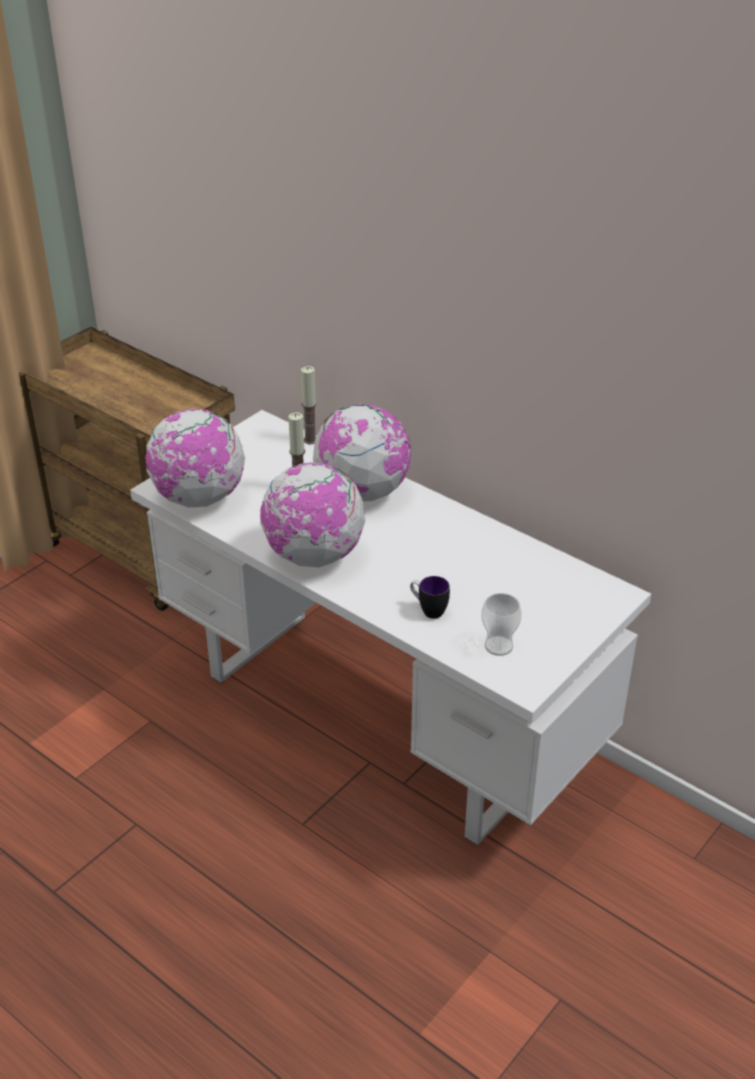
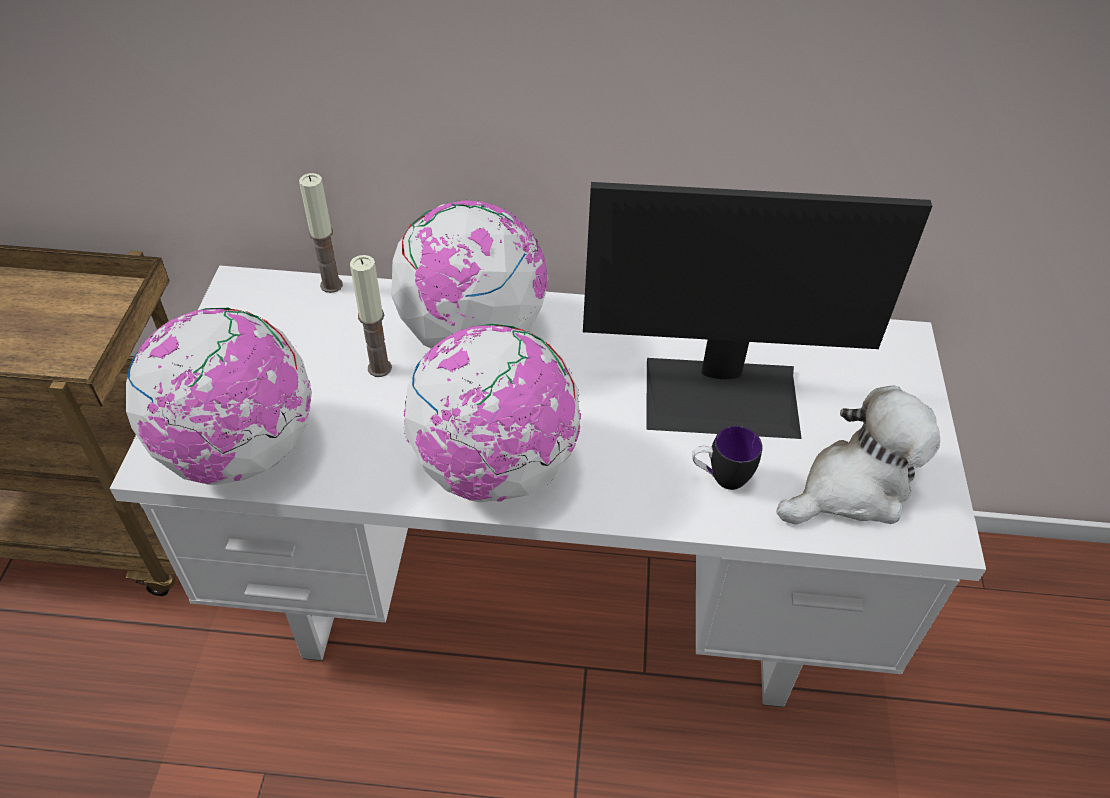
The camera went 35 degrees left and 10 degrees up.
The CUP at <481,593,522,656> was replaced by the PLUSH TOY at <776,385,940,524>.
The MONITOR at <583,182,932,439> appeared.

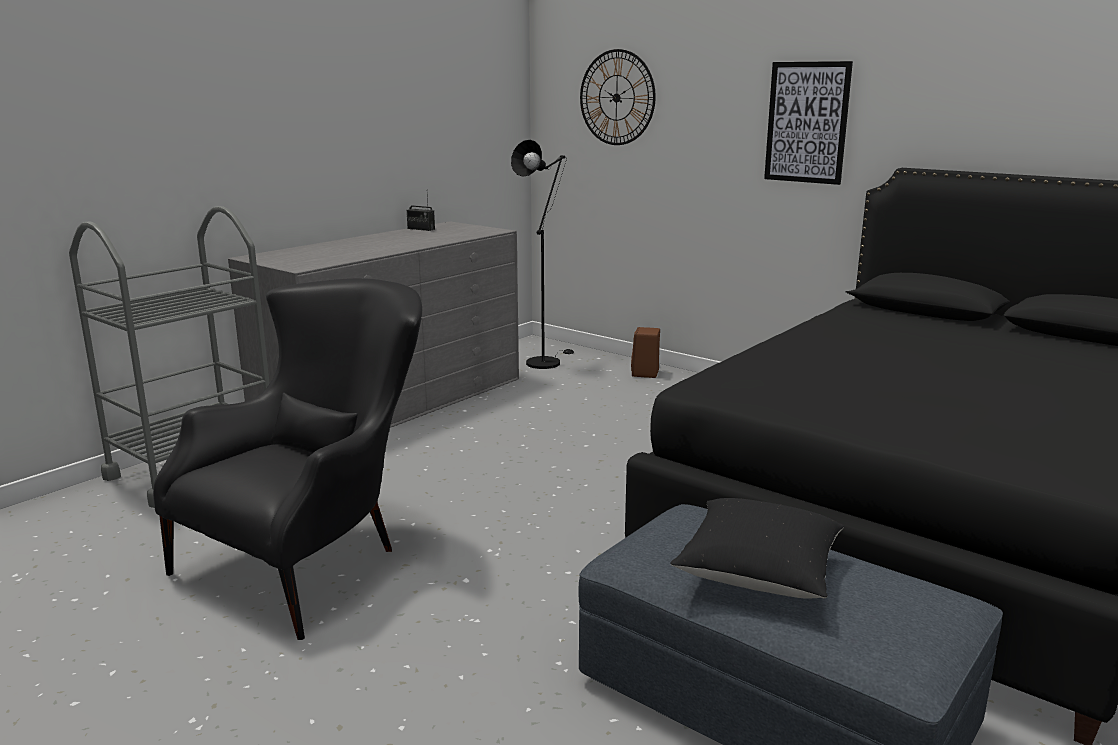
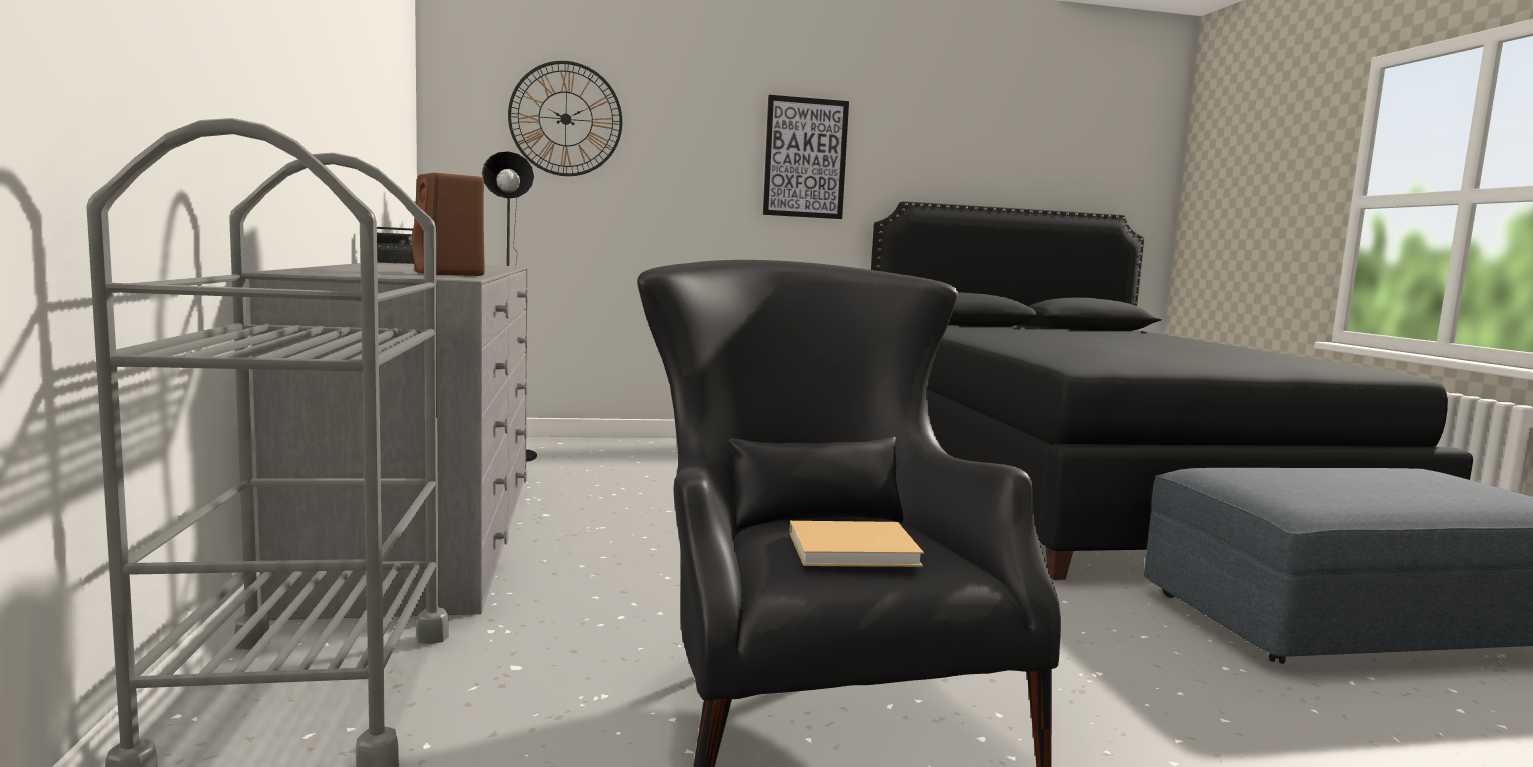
The camera went 50 degrees left and 10 degrees down.
The BROWN SPEAKER moved from <631,327,660,378> to <412,173,485,276>.
The BLACK PILLOW at <671,498,844,598> disappeared.
The BEIGE BOOK at <789,521,924,567> appeared.

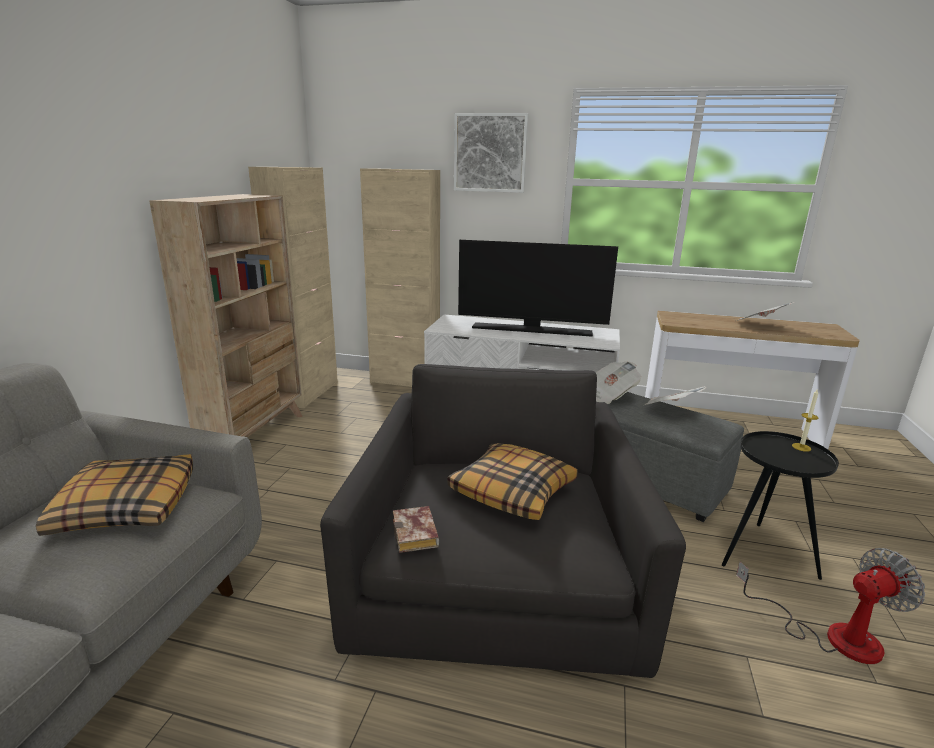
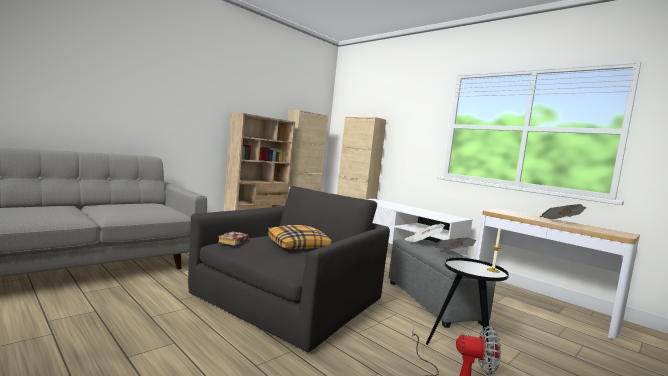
The camera went 30 degrees right and 15 degrees down.
The PICTURE at <454,113,528,193> disappeared.
The TELEVISION at <458,240,618,337> disappeared.
The PILLOW at <36,454,193,536> disappeared.

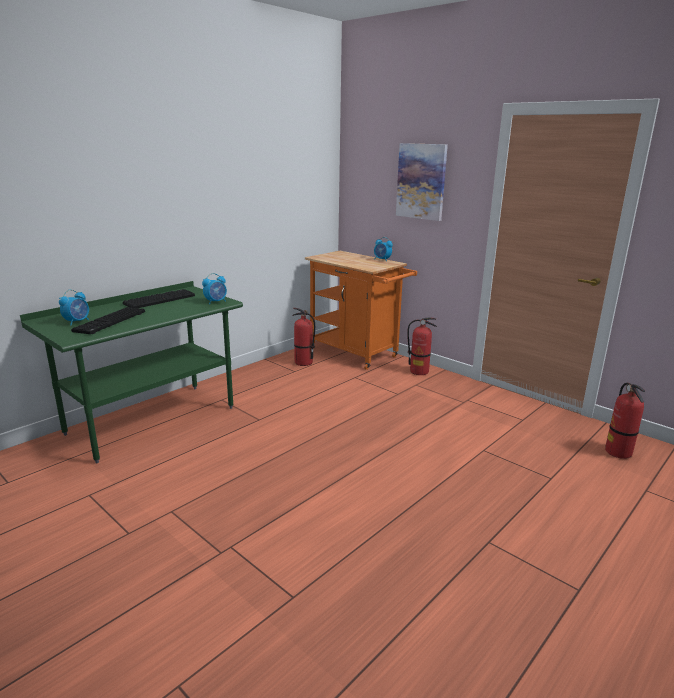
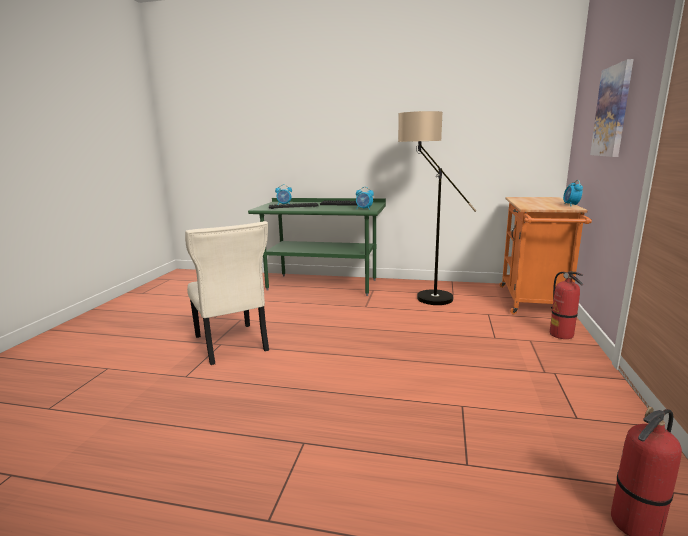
The camera went 60 degrees right and 5 degrees down.
The FIRE EXTINGUISHER at <292,308,315,366> disappeared.
The FLOOR LAMP at <398,111,476,305> appeared.
The BEIGE CHAIR at <185,221,269,365> appeared.

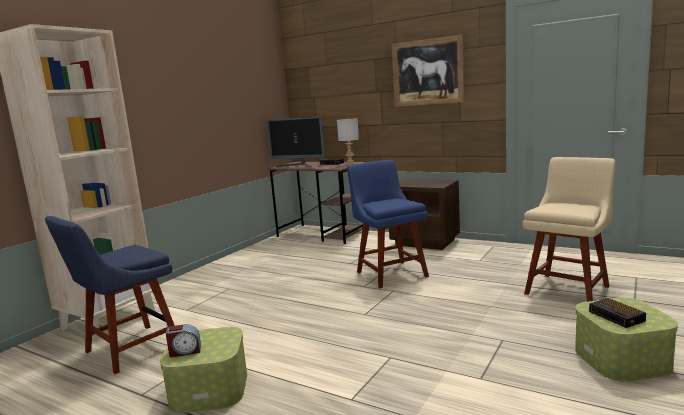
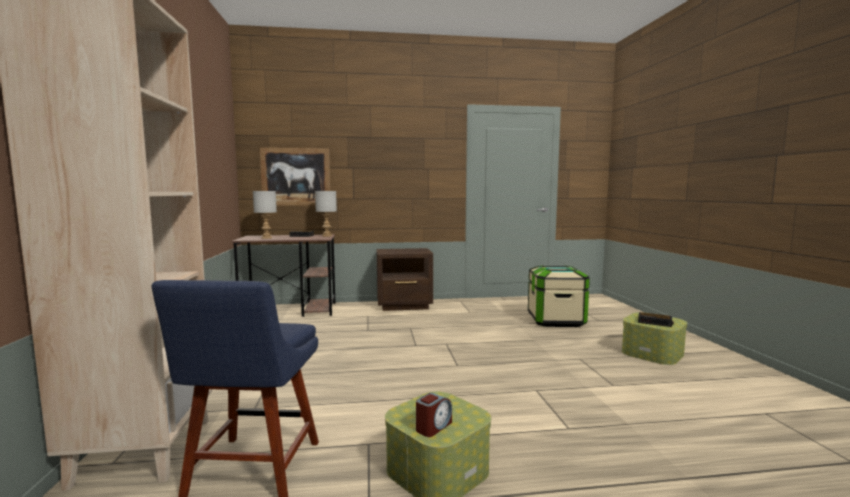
The camera went 40 degrees left and 5 degrees down.
The PICTURE moved from <392,35,465,107> to <260,148,330,206>.
The MONITOR at <267,117,325,167> was replaced by the GREY TABLE LAMP at <253,191,277,239>.
The BEIGE CHAIR at <523,157,616,302> was replaced by the STORAGE BOX at <528,265,590,327>.
The BLUE CHAIR at <347,160,429,288> disappeared.

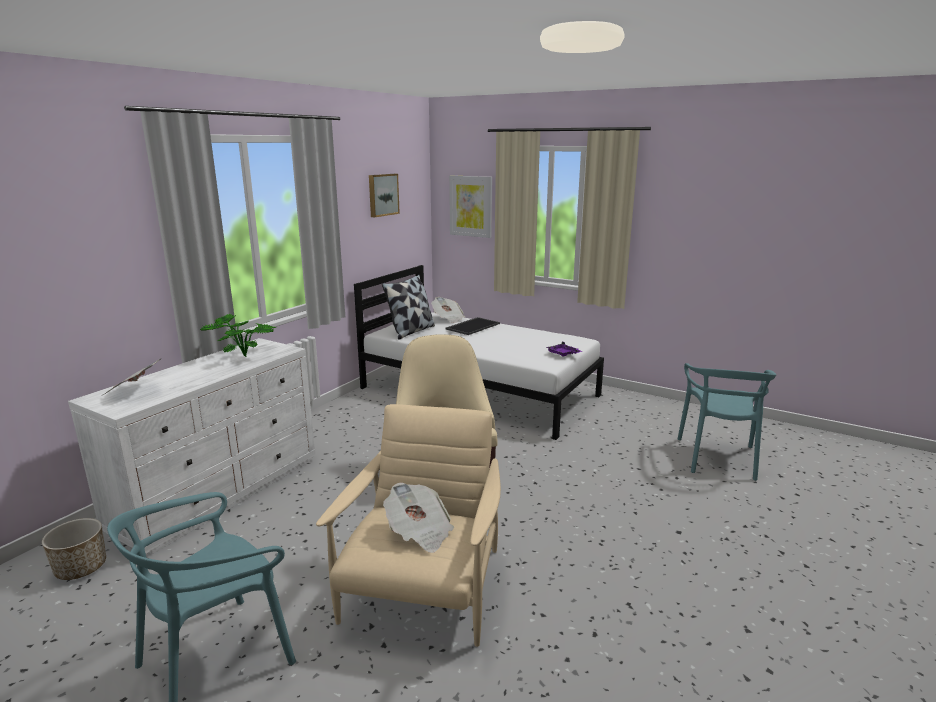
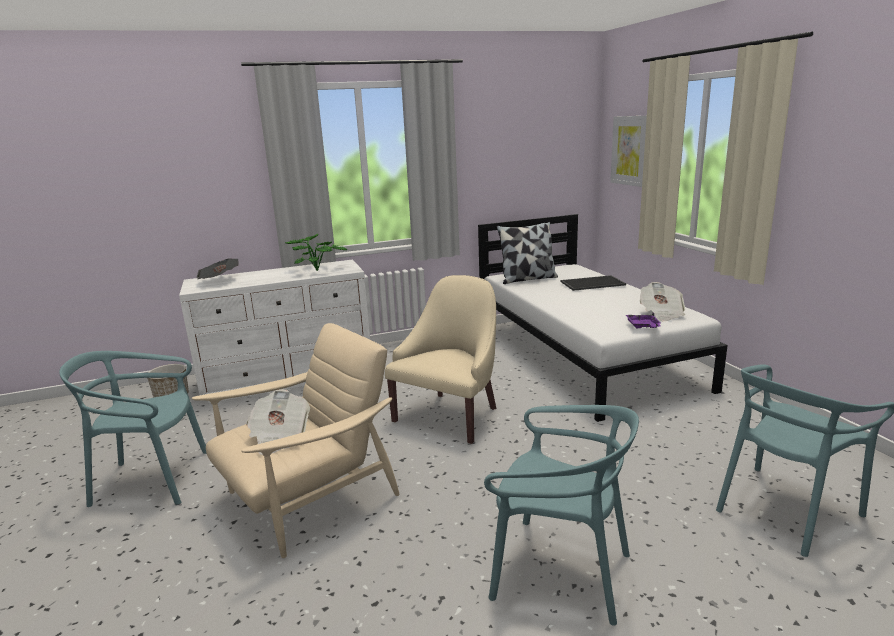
The camera went 40 degrees right and 0 degrees up.
The PICTURE at <369,174,400,217> disappeared.
The NEWSPAPER moved from <431,297,465,323> to <640,282,685,321>.
The TURQUOISE CHAIR at <484,405,639,626> appeared.

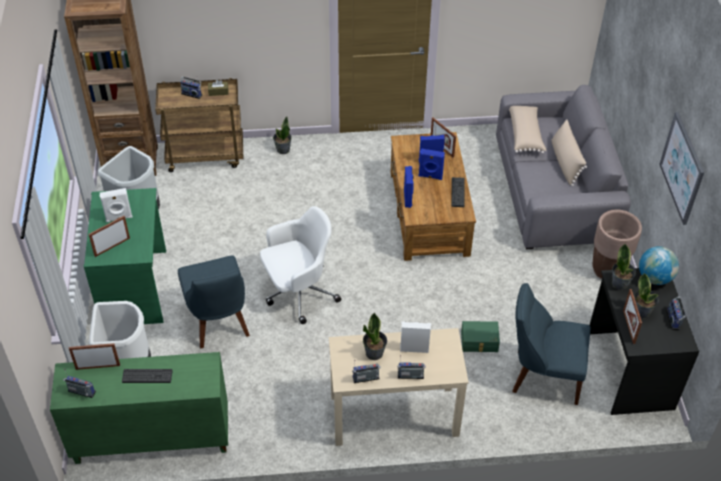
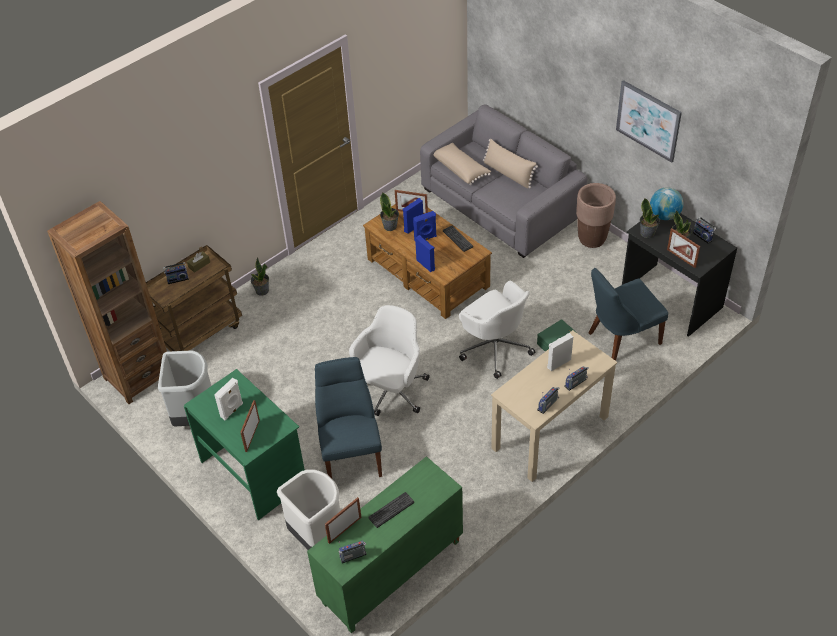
The camera went 35 degrees left and 0 degrees up.
The BLUE CHAIR at <178,255,250,349> turned 135 degrees counterclockwise.
The POTTED PLANT moved from <363,312,387,360> to <380,193,399,231>.
The WHITE OFFICE CHAIR at <459,281,535,379> appeared.

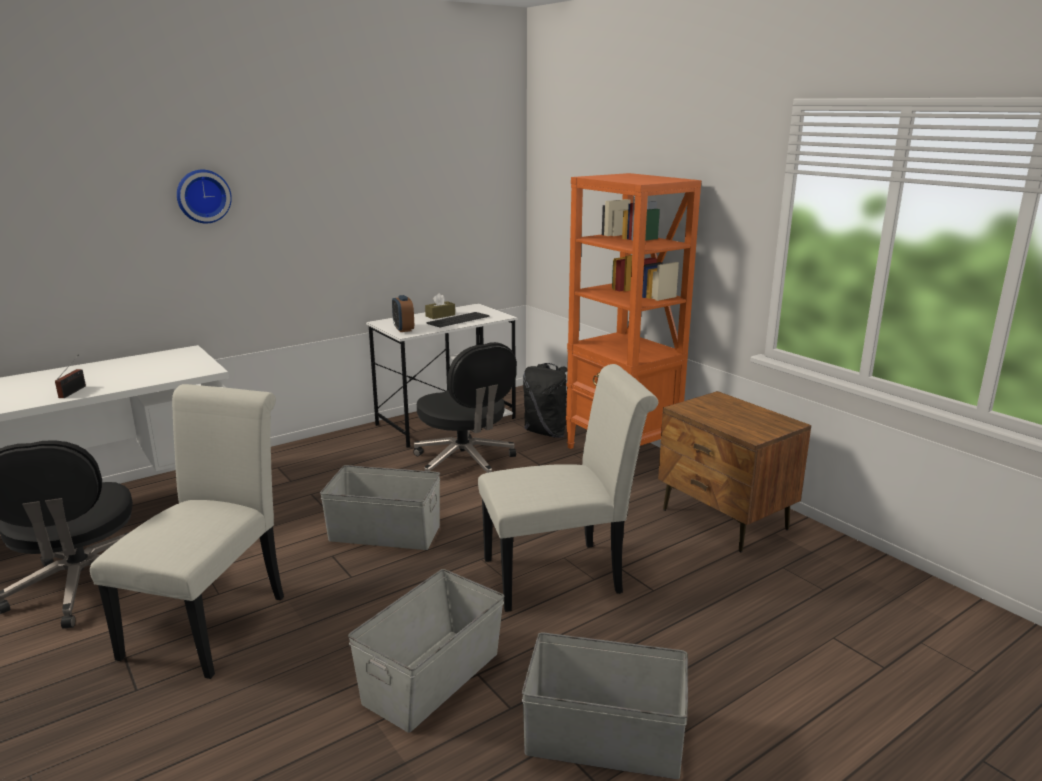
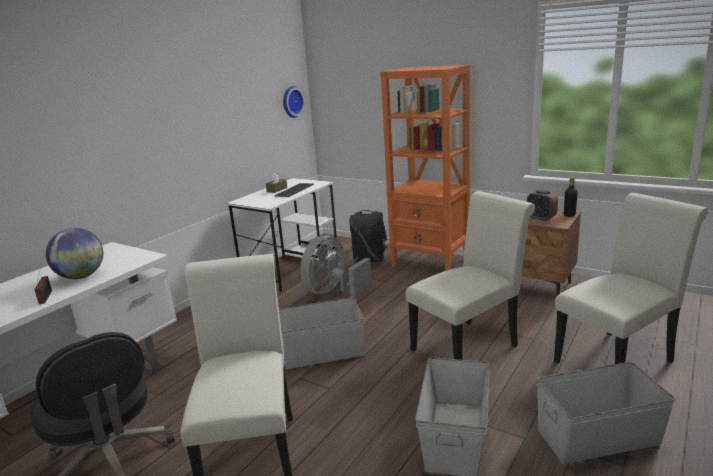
The camera went 20 degrees left and 0 degrees up.
The WALL CLOCK moved from <177,170,232,223> to <283,86,305,118>.
The ALARM CLOCK moved from <392,295,414,332> to <527,190,558,221>.
The BLACK OFFICE CHAIR at <413,342,517,473> was replaced by the GREY FAN at <300,235,372,299>.
The BLACK BOTTLE at <564,177,578,217> appeared.
The WHITE CHAIR at <554,193,708,364> appeared.
The GLOBE at <46,228,103,279> appeared.

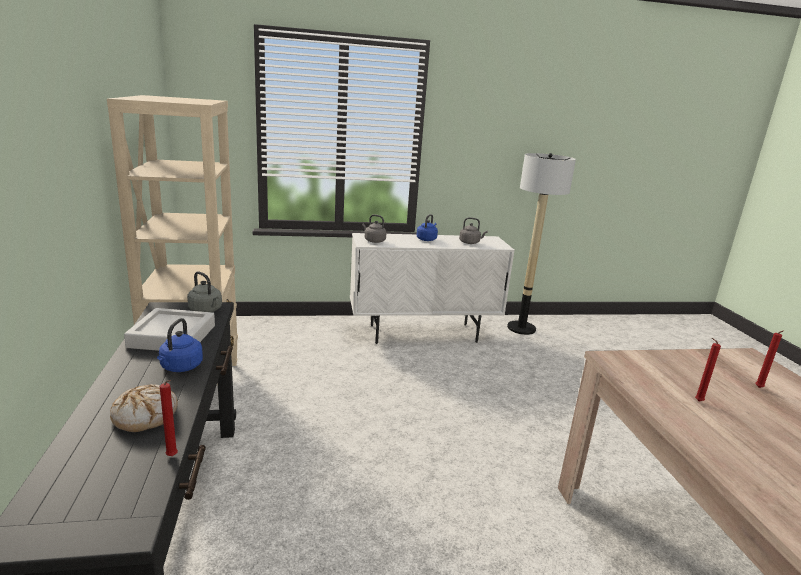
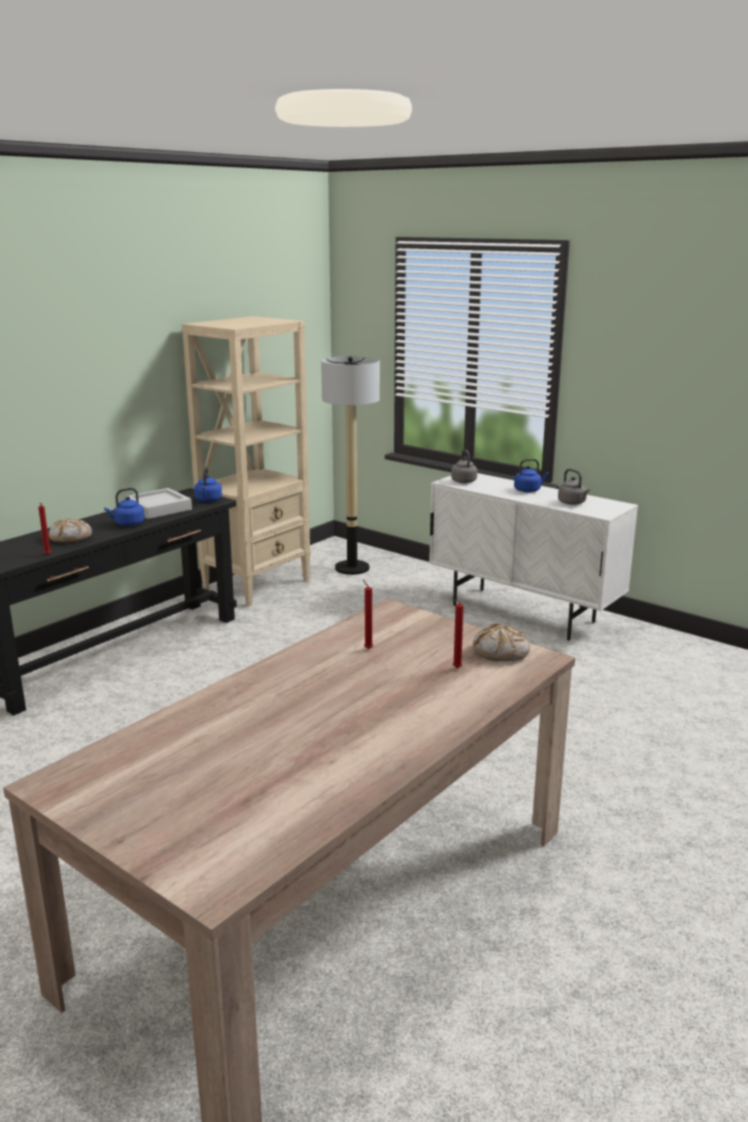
The camera went 50 degrees right and 0 degrees up.
The FLOOR LAMP moved from <507,153,576,335> to <321,356,380,575>.
The GREY KETTLE at <187,271,222,312> became the BLUE KETTLE at <194,466,222,502>.
The BREAD at <473,624,530,661> appeared.

